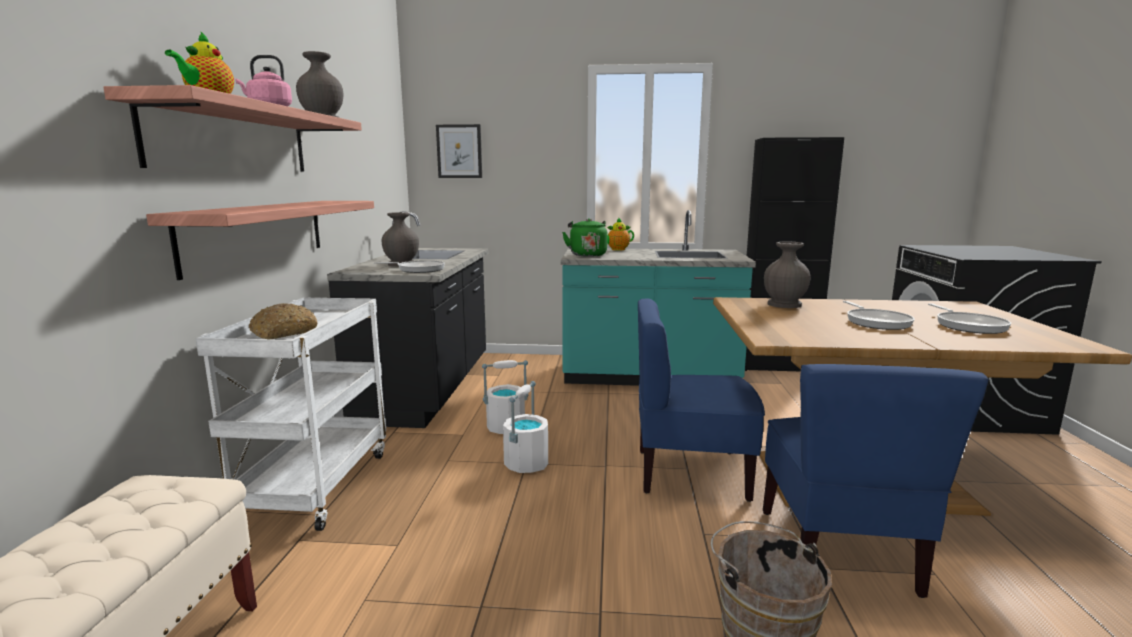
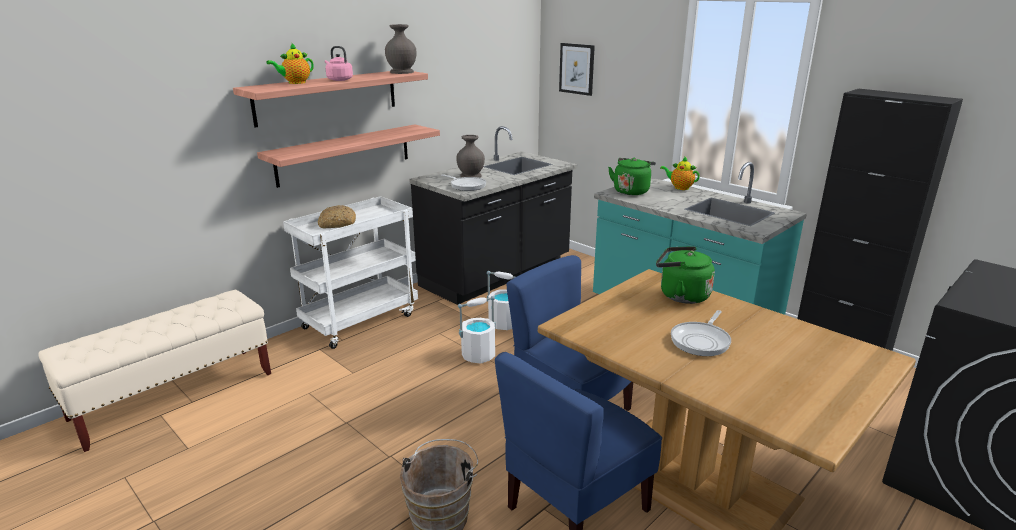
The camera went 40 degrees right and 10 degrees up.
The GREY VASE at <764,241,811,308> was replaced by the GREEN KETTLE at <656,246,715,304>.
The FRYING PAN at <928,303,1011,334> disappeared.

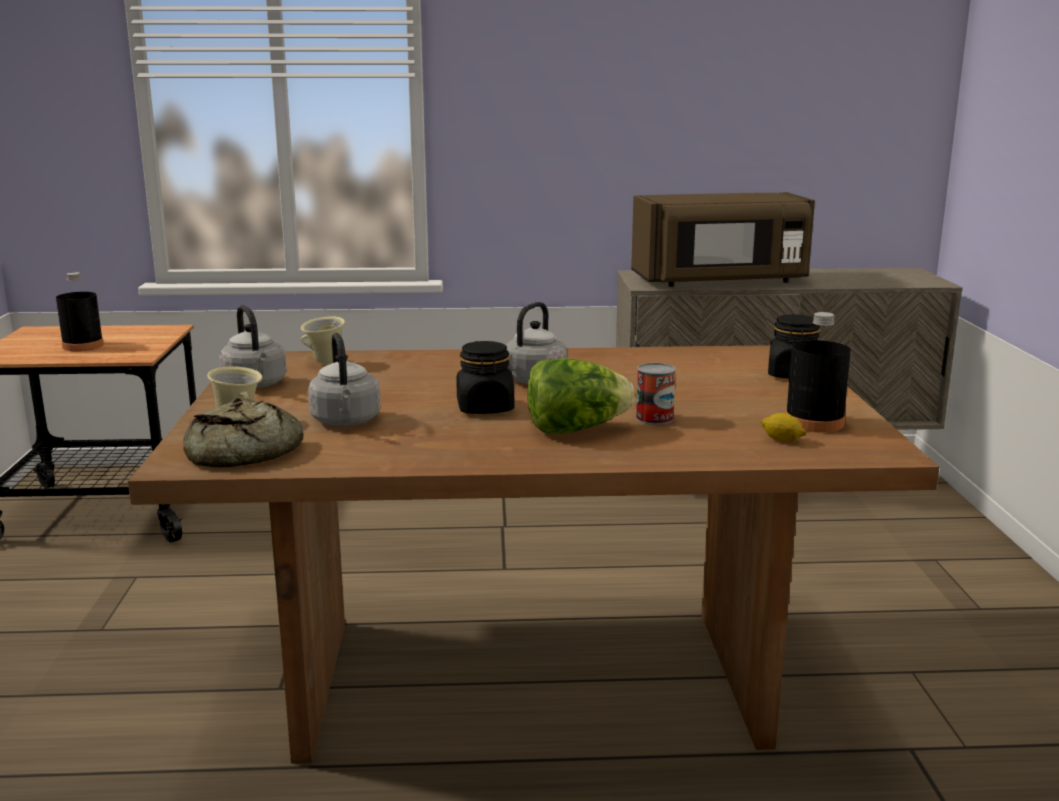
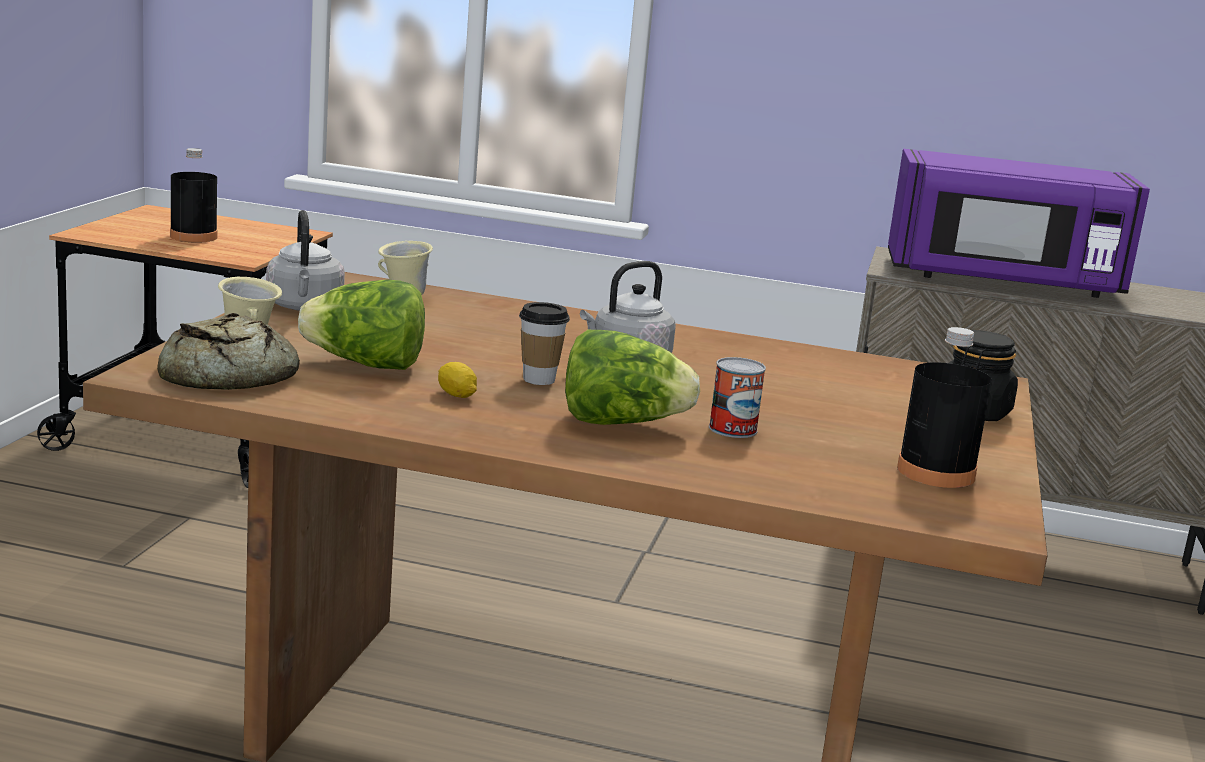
The camera went 15 degrees right and 0 degrees up.
The BROWN MICROWAVE at <631,192,815,287> became the PURPLE MICROWAVE at <888,149,1150,298>.
The GREY KETTLE at <308,333,381,426> was replaced by the LETTUCE at <298,280,425,370>.
The BLACK JAR at <457,341,514,414> was replaced by the CUP at <519,302,570,385>.
The LEMON moved from <761,413,807,442> to <438,362,477,398>.

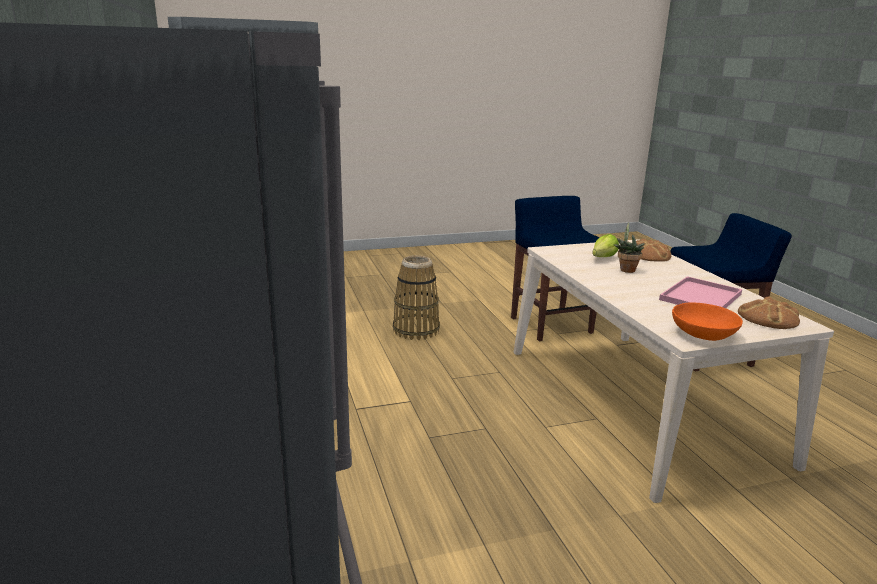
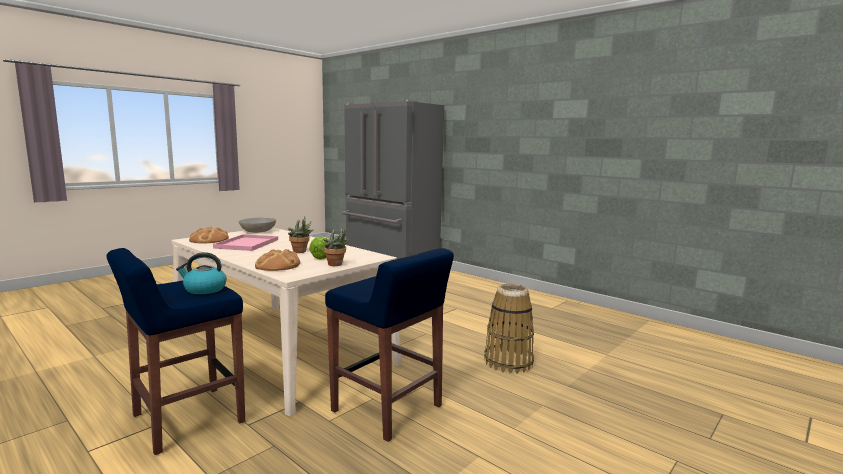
The camera went 150 degrees right and 10 degrees down.
The ORANGE BOWL at <672,303,743,341> became the GREY BOWL at <239,217,276,233>.
The POTTED PLANT at <323,226,350,266> appeared.
The KETTLE at <176,252,227,294> appeared.

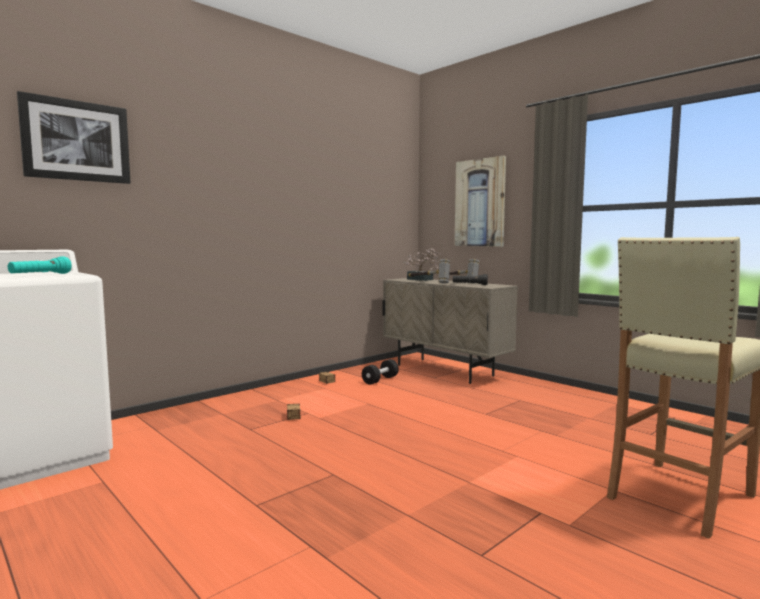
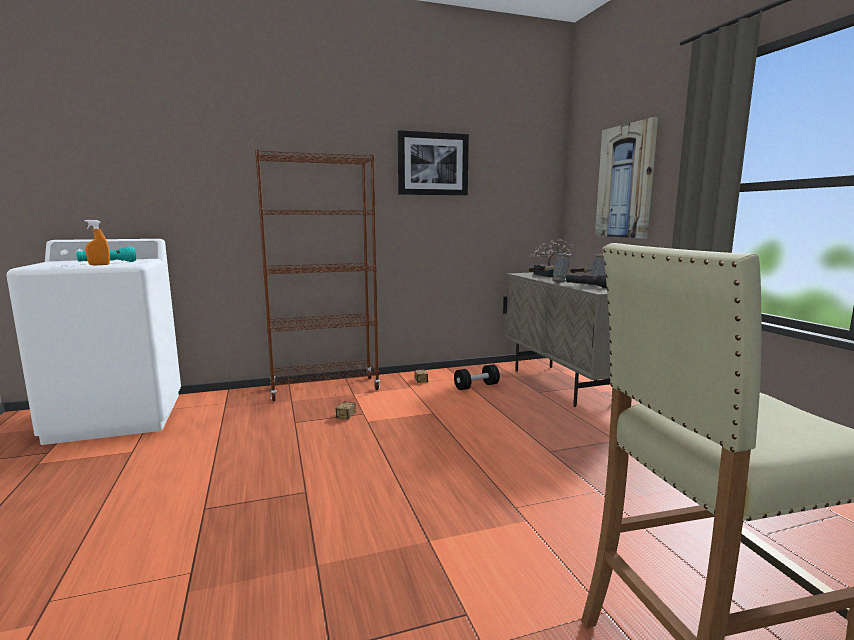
The camera went 25 degrees right and 5 degrees up.
The PICTURE moved from <17,91,131,184> to <398,130,469,196>.
The BROWN BOOKCASE at <255,149,380,401> appeared.
The ORANGE SPRAY BOTTLE at <84,220,110,265> appeared.

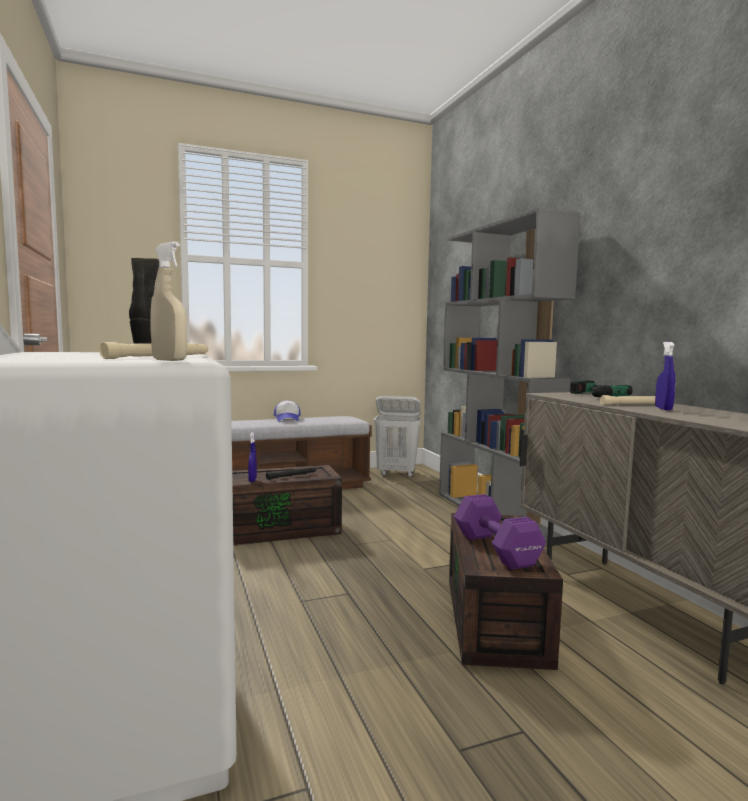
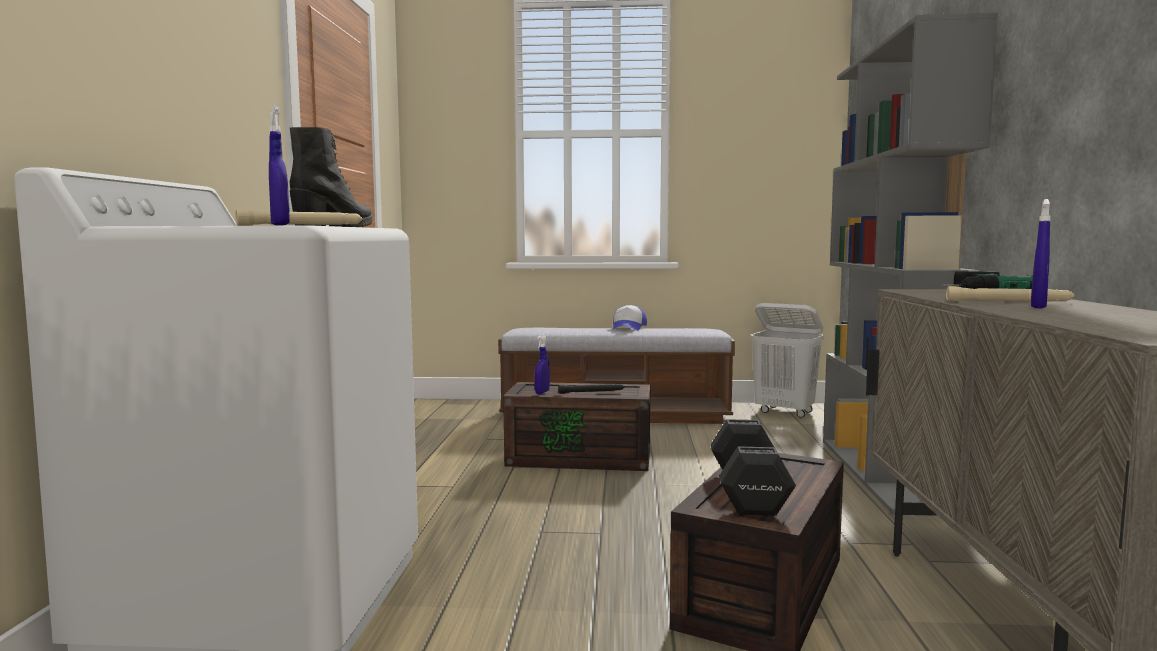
The camera went 25 degrees right and 0 degrees up.
The BEIGE SPRAY BOTTLE at <150,241,187,361> became the BLUE SPRAY BOTTLE at <269,105,290,225>.
The PURPLE DUMBBELL at <454,494,546,570> became the BLACK DUMBBELL at <710,419,796,516>.

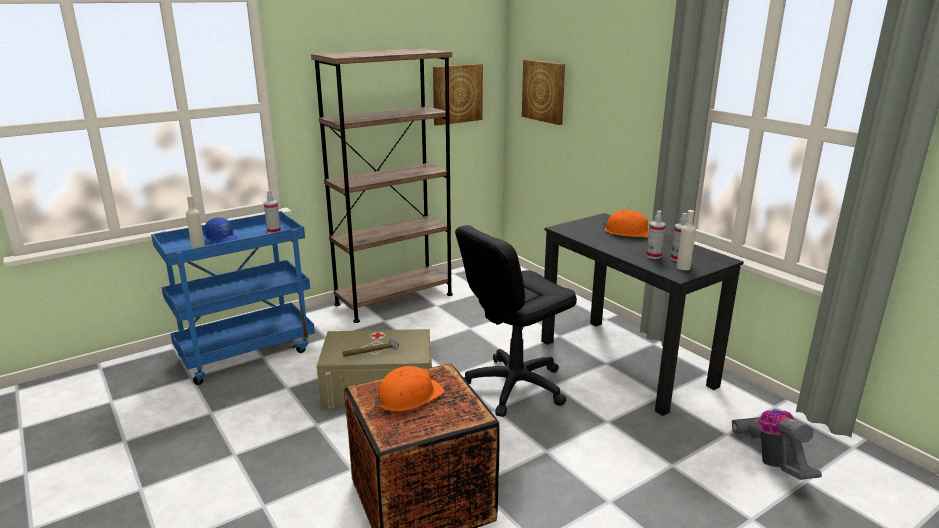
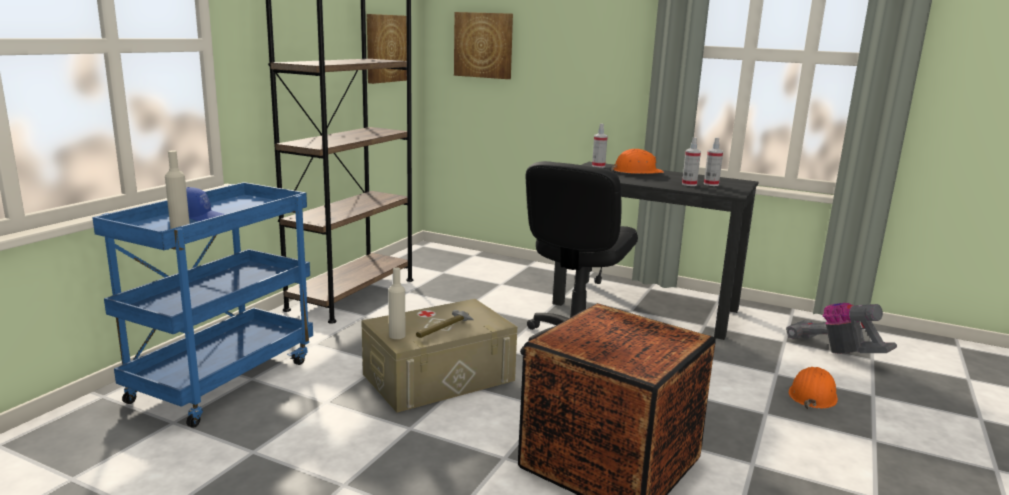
The camera went 30 degrees left and 5 degrees down.
The SPRAY BOTTLE moved from <264,190,281,233> to <592,124,608,168>.
The BEIGE BOTTLE moved from <676,210,696,270> to <388,268,406,339>.
The ORANGE HARD HAT moved from <374,366,444,411> to <789,367,838,409>.

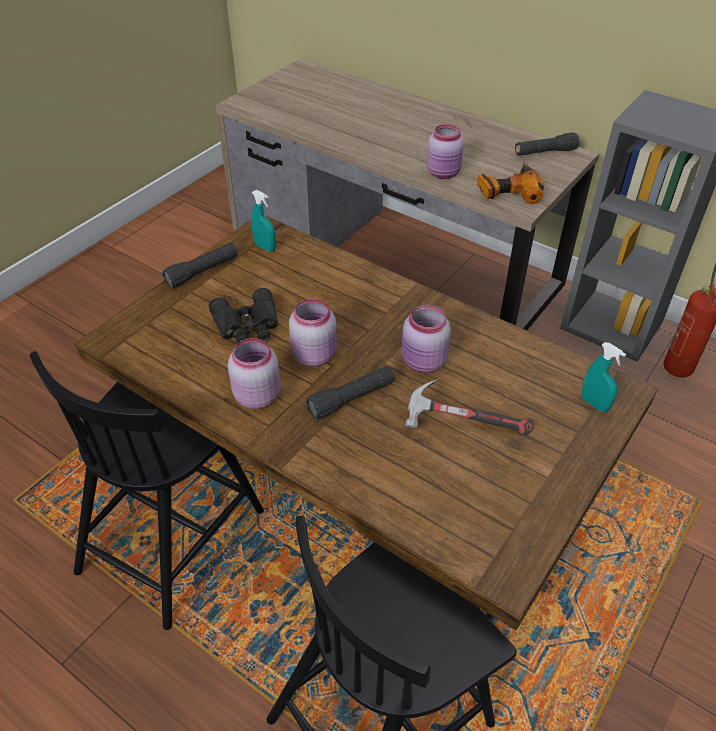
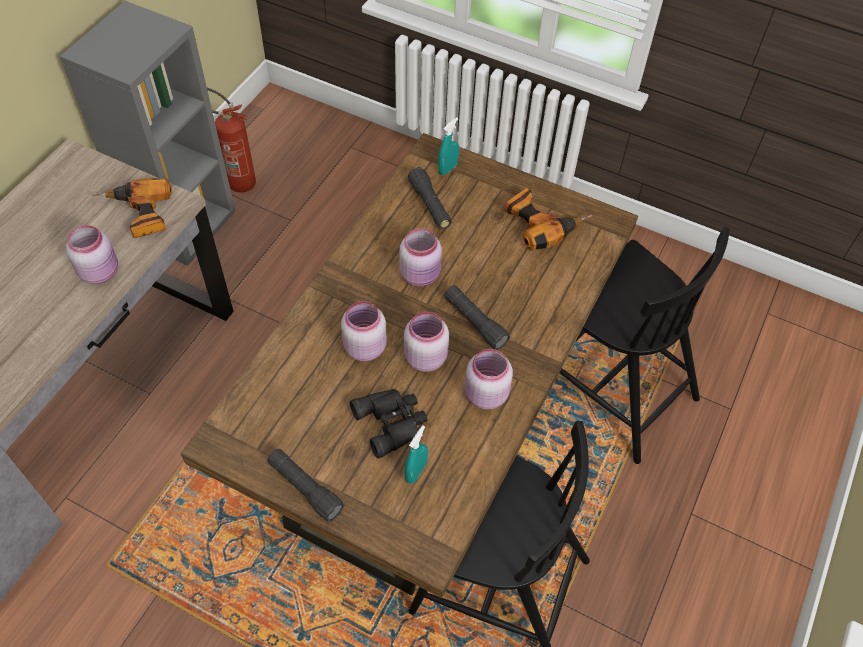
The camera went 100 degrees left and 10 degrees up.
The BLACK FLASHLIGHT moved from <515,132,579,156> to <408,167,452,229>.
The TURQUOISE SPRAY BOTTLE moved from <251,190,276,252> to <405,425,428,484>.
The HAMMER at <405,379,534,435> disappeared.
The POWER DRILL at <504,188,592,251> appeared.
The PINK JAR at <341,301,387,361> appeared.

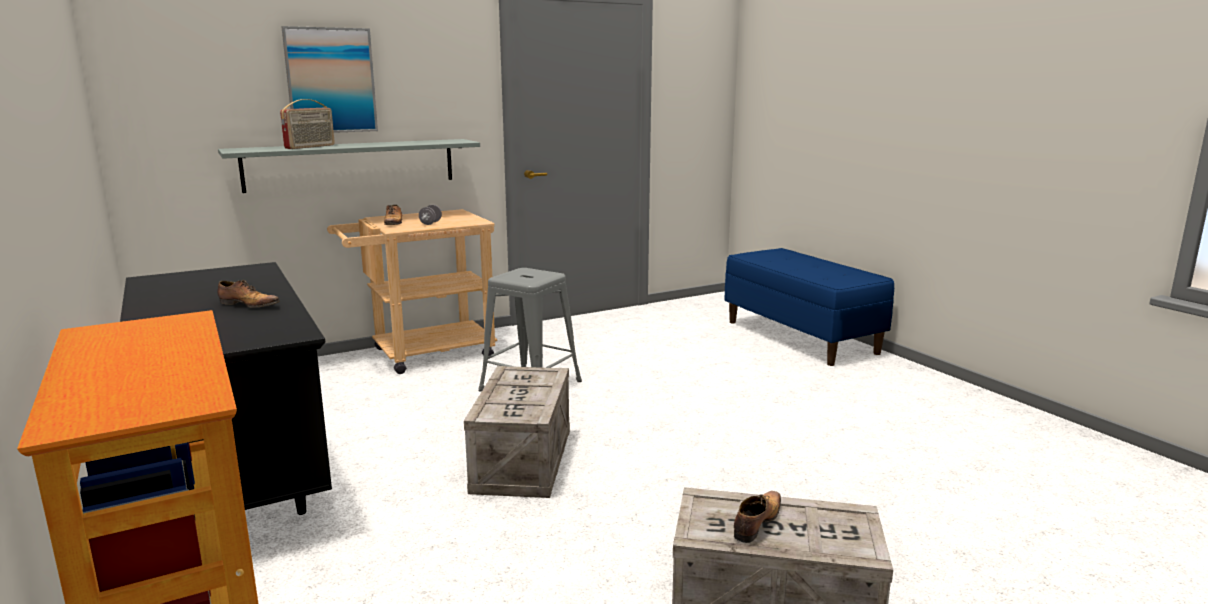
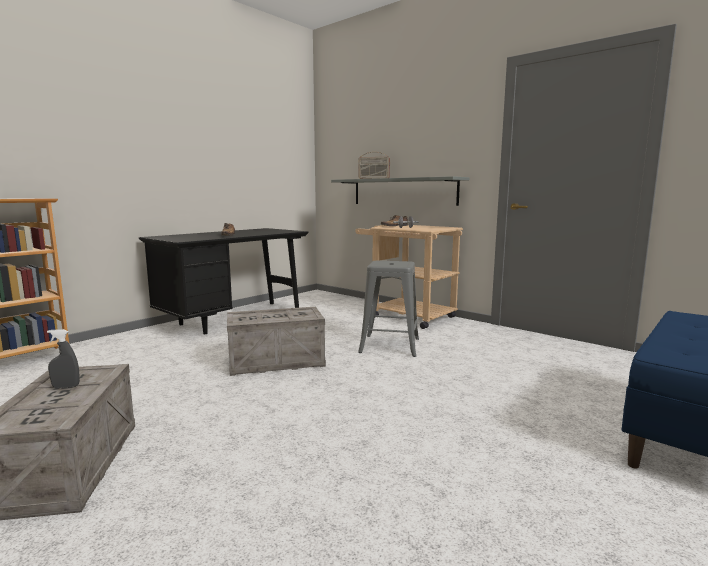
The camera went 70 degrees right and 5 degrees down.
The PICTURE at <281,26,378,133> disappeared.
The SHOE at <734,491,781,543> was replaced by the GREY SPRAY BOTTLE at <47,329,80,388>.

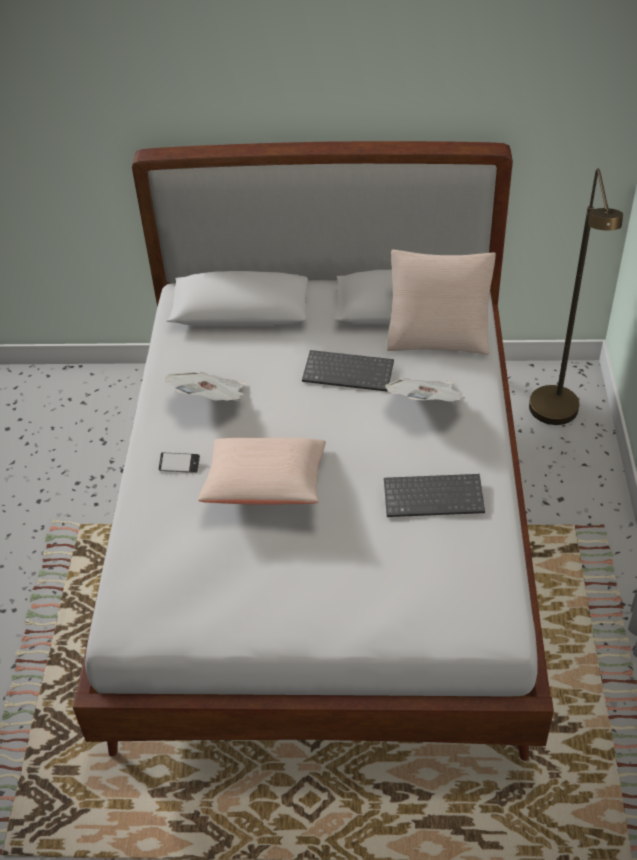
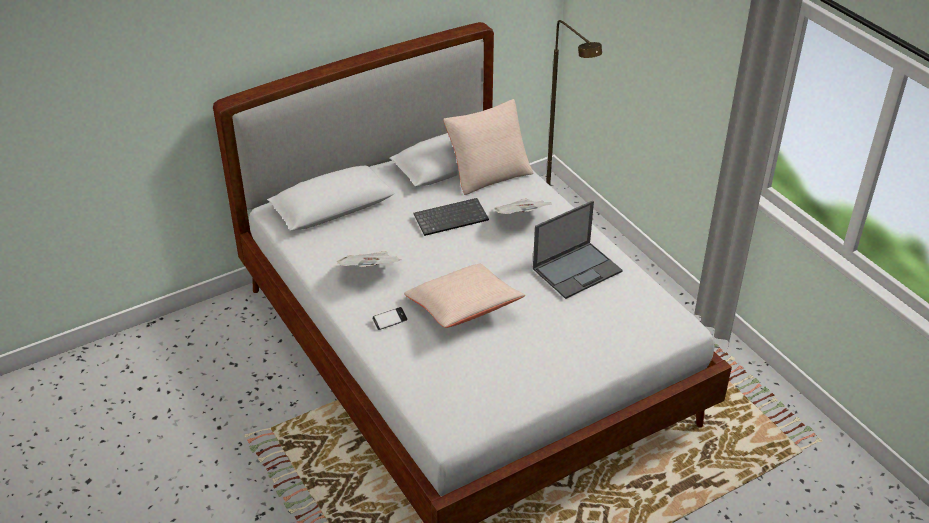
The camera went 35 degrees left and 5 degrees down.
The KEYBOARD at <384,474,485,517> was replaced by the LAPTOP at <533,201,623,299>.

